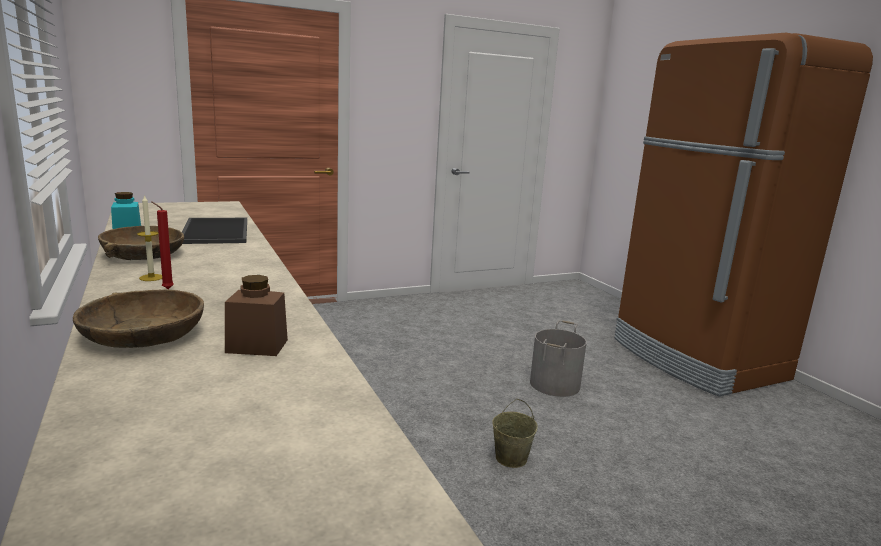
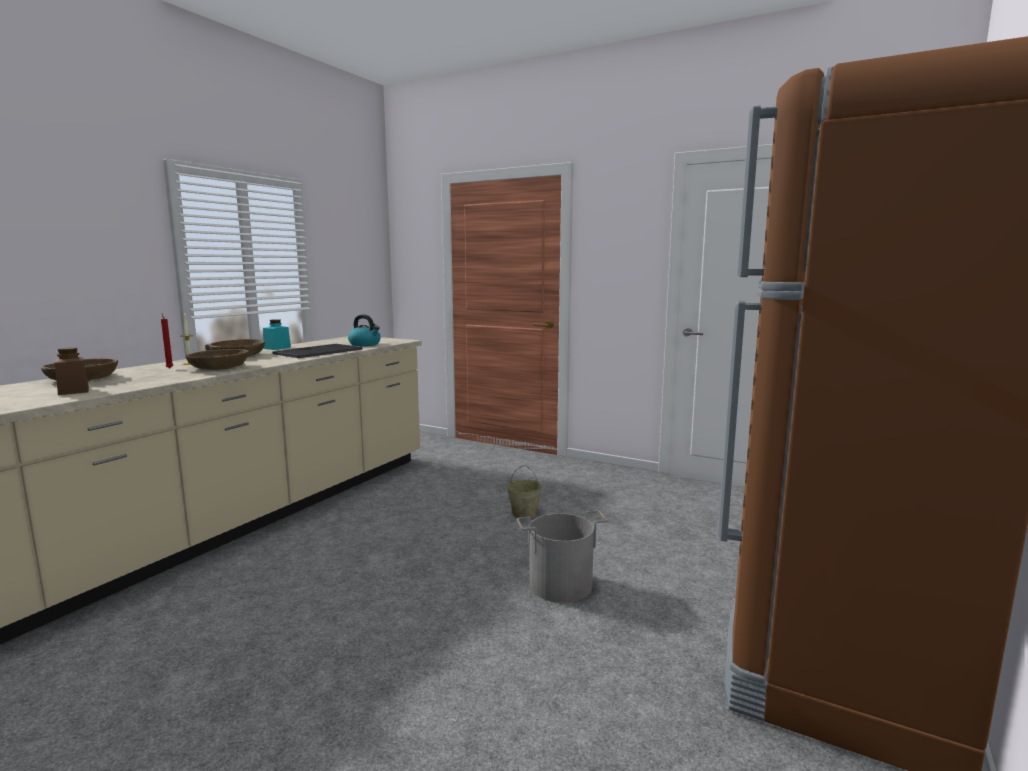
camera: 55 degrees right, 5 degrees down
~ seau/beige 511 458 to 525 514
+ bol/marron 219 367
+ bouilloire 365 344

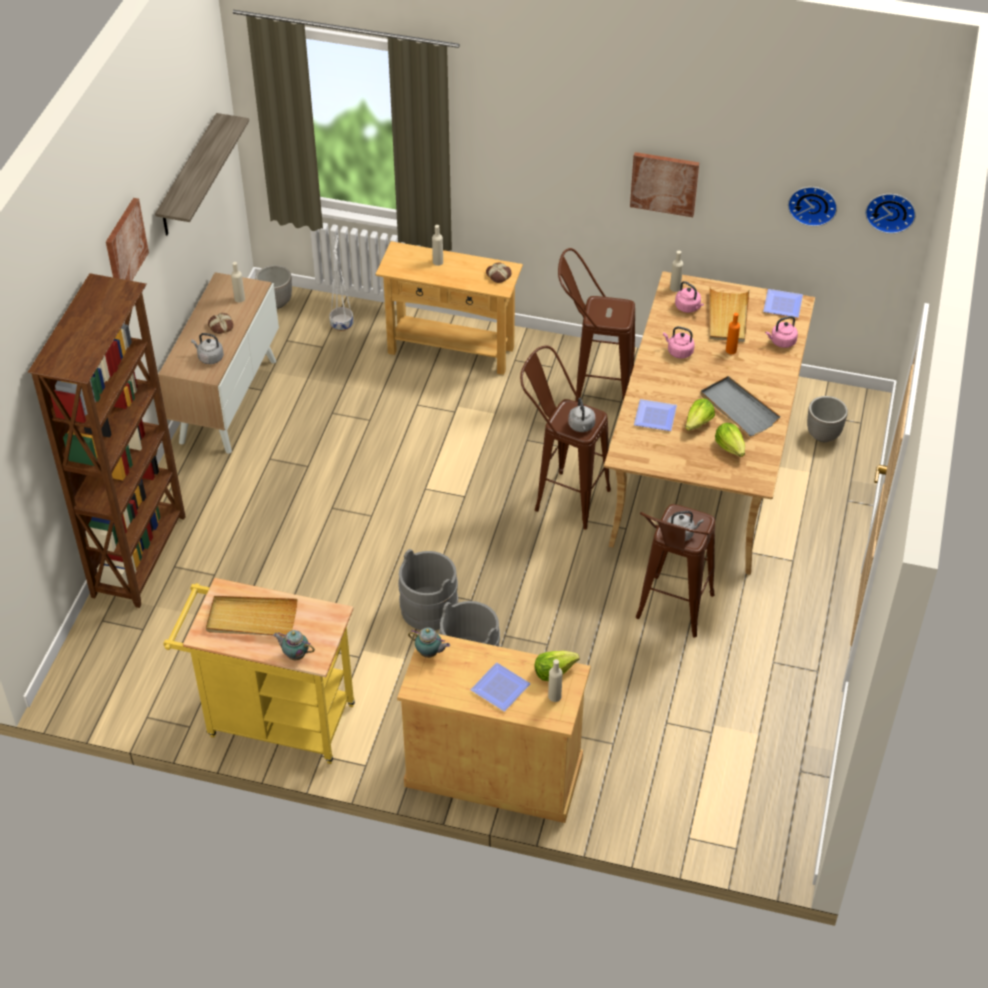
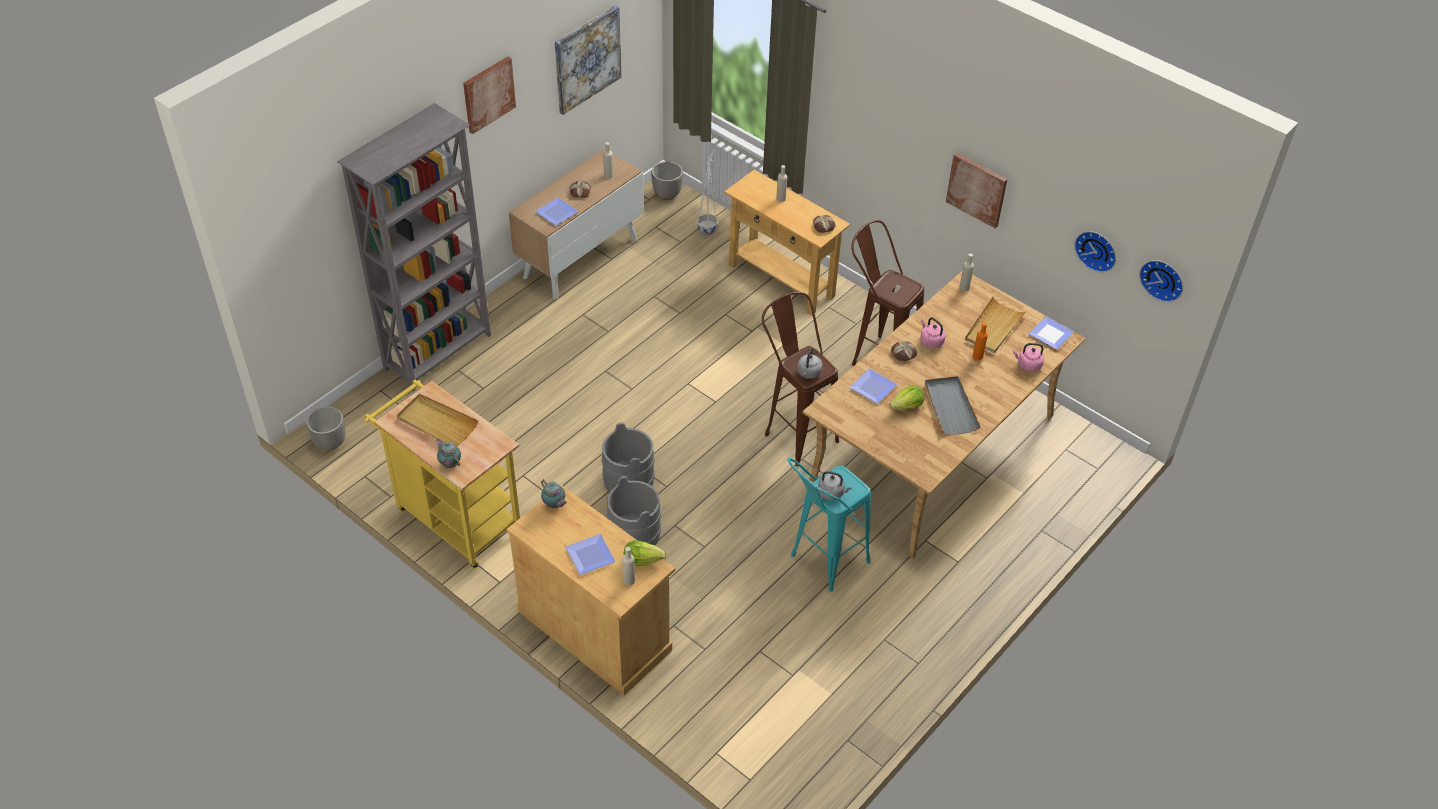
camera: 25 degrees right, 0 degrees up
~ bibliothèque/marron 141 555 to bibliothèque/gris 439 352
~ étagère 188 177 to tableau 587 59
~ bouilloire/gris 209 357 to assiette 555 213
~ tabouret/marron 670 616 to tabouret/turquoise 821 565
- bouilloire/rose 688 307
- laitue 730 447
~ cache-pot 823 435 to 330 443
+ pain 903 354

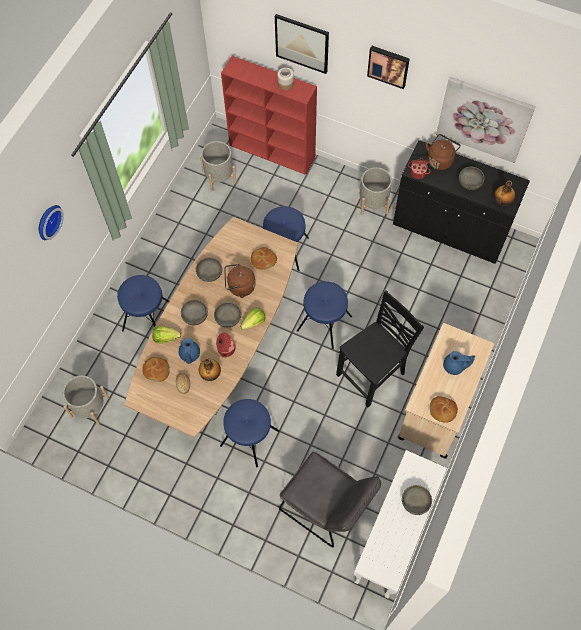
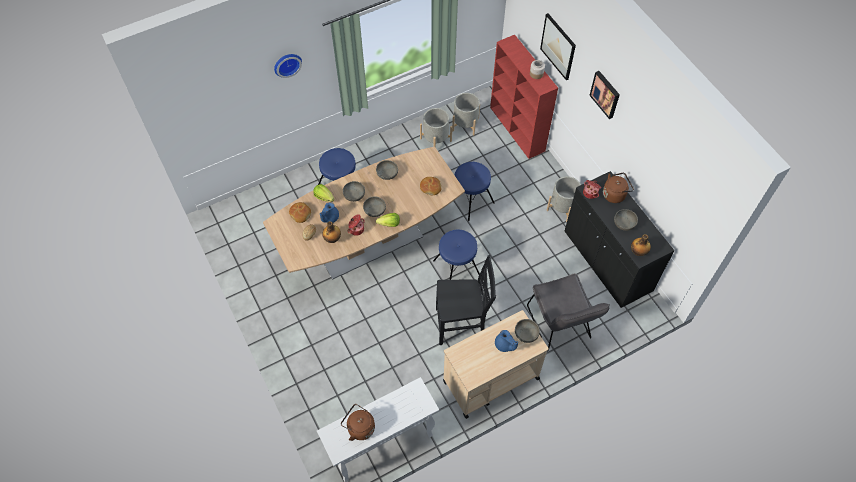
camera: 35 degrees right, 5 degrees down
~ cache-pot/gris 90 407 to 435 139
- tabouret/bleu 250 438
~ bouilloire/marron 239 287 to 359 427
~ chaise/gris 327 509 to 560 326
~ bol/gris 415 502 to 526 334
- pain 442 411
- tableau 484 119

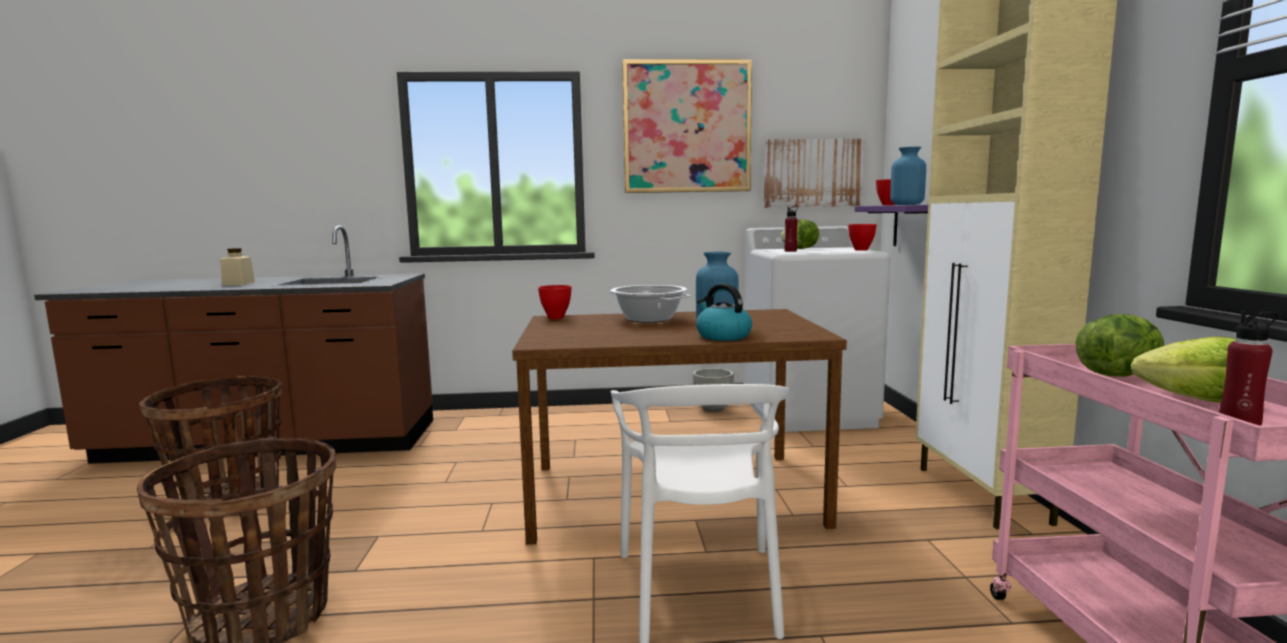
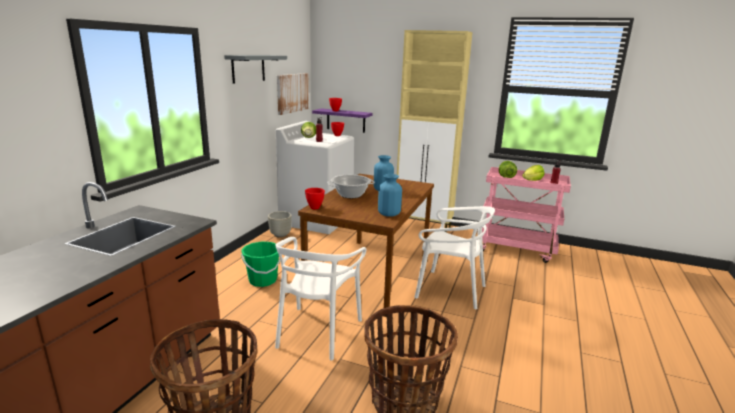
camera: 65 degrees left, 10 degrees up
- bocal/beige 238 283
~ tableau 687 127 to étagère/gris 248 68
- bouilloire 722 336
~ vase/bleu 906 204 to 389 214
+ seau/vert 263 280
+ chaise/blanc 317 332

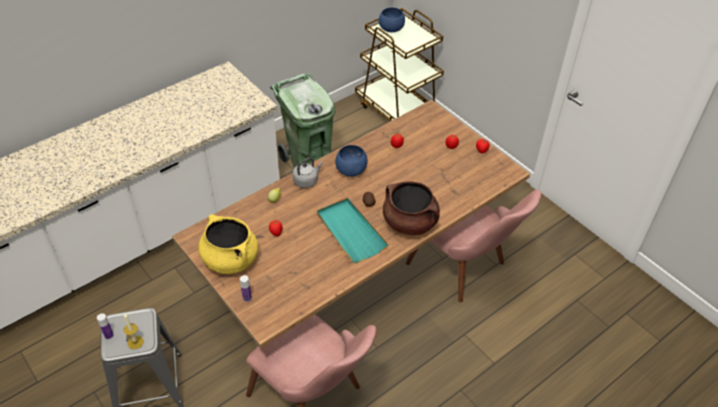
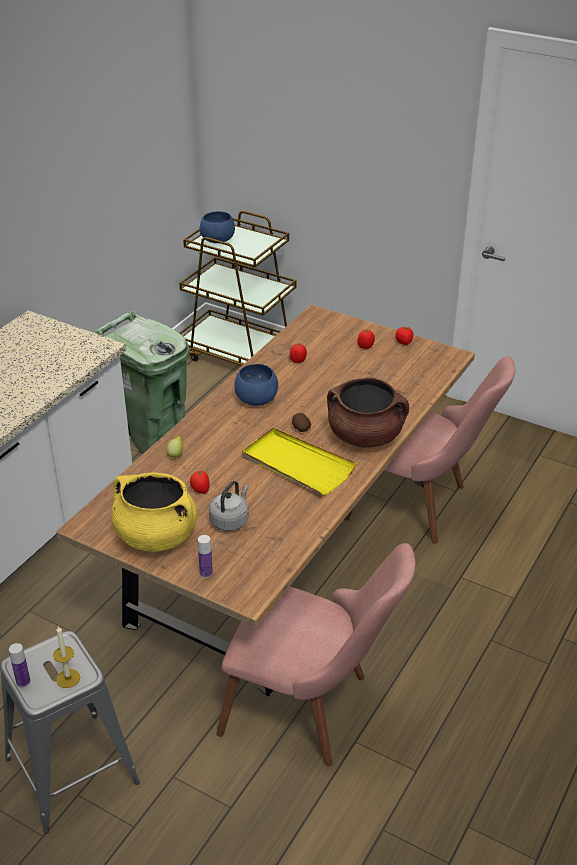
camera: 20 degrees left, 10 degrees down
~ bouilloire/gris 307 180 to 230 520
~ plateau/turquoise 350 231 to plateau/jaune 297 465

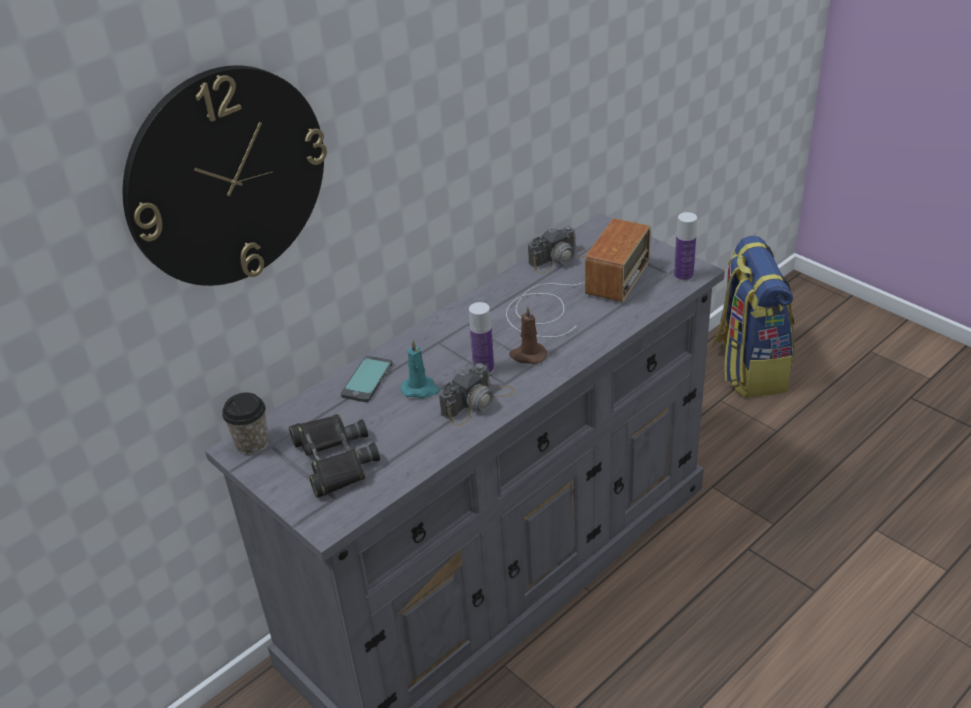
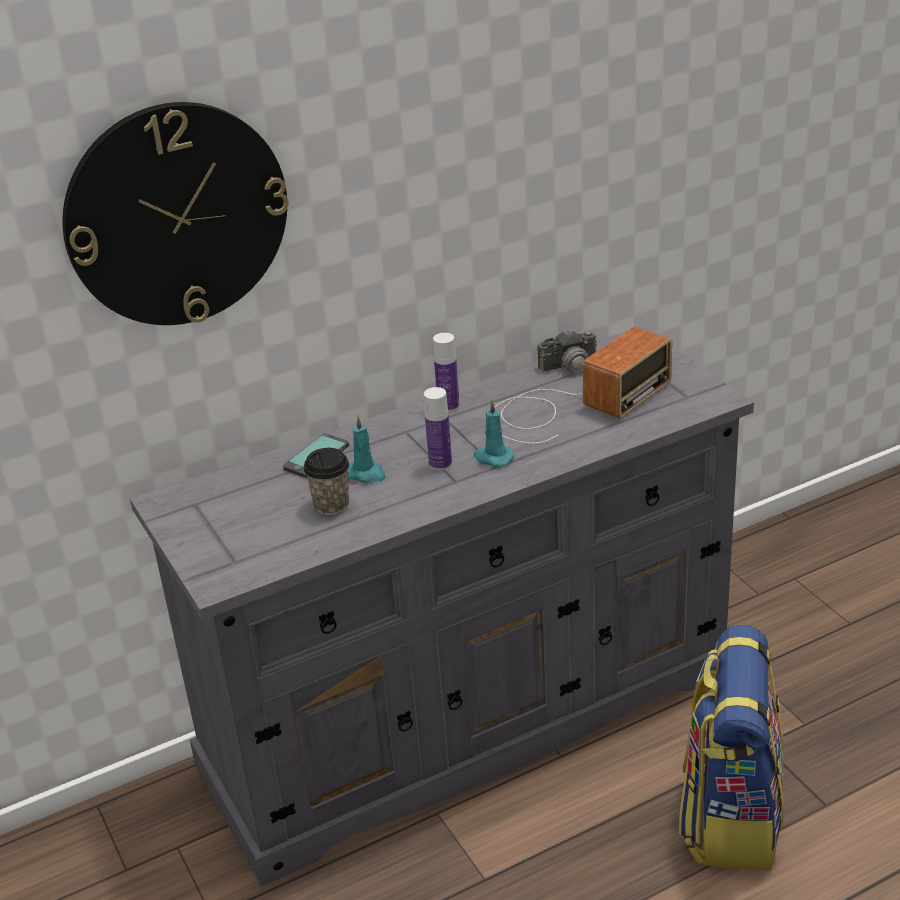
camera: 15 degrees right, 5 degrees down
~ tasse 252 444 to 331 505
- jumelles/noir 334 460
- appareil photo 477 402
~ bougie/marron 528 355 to bougie/turquoise 493 457
~ bouteille 683 276 to 448 406
~ sac à dos 749 367 to 729 816

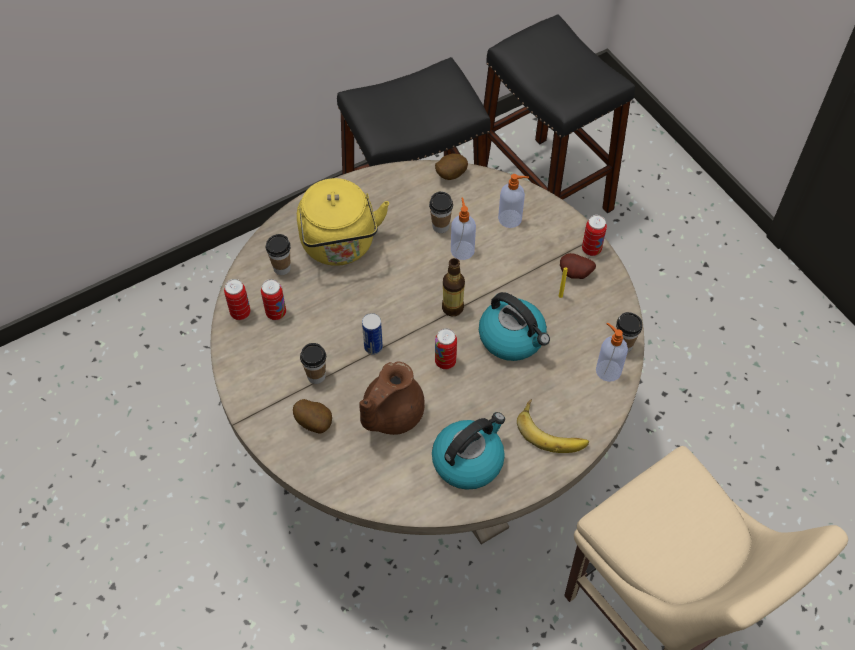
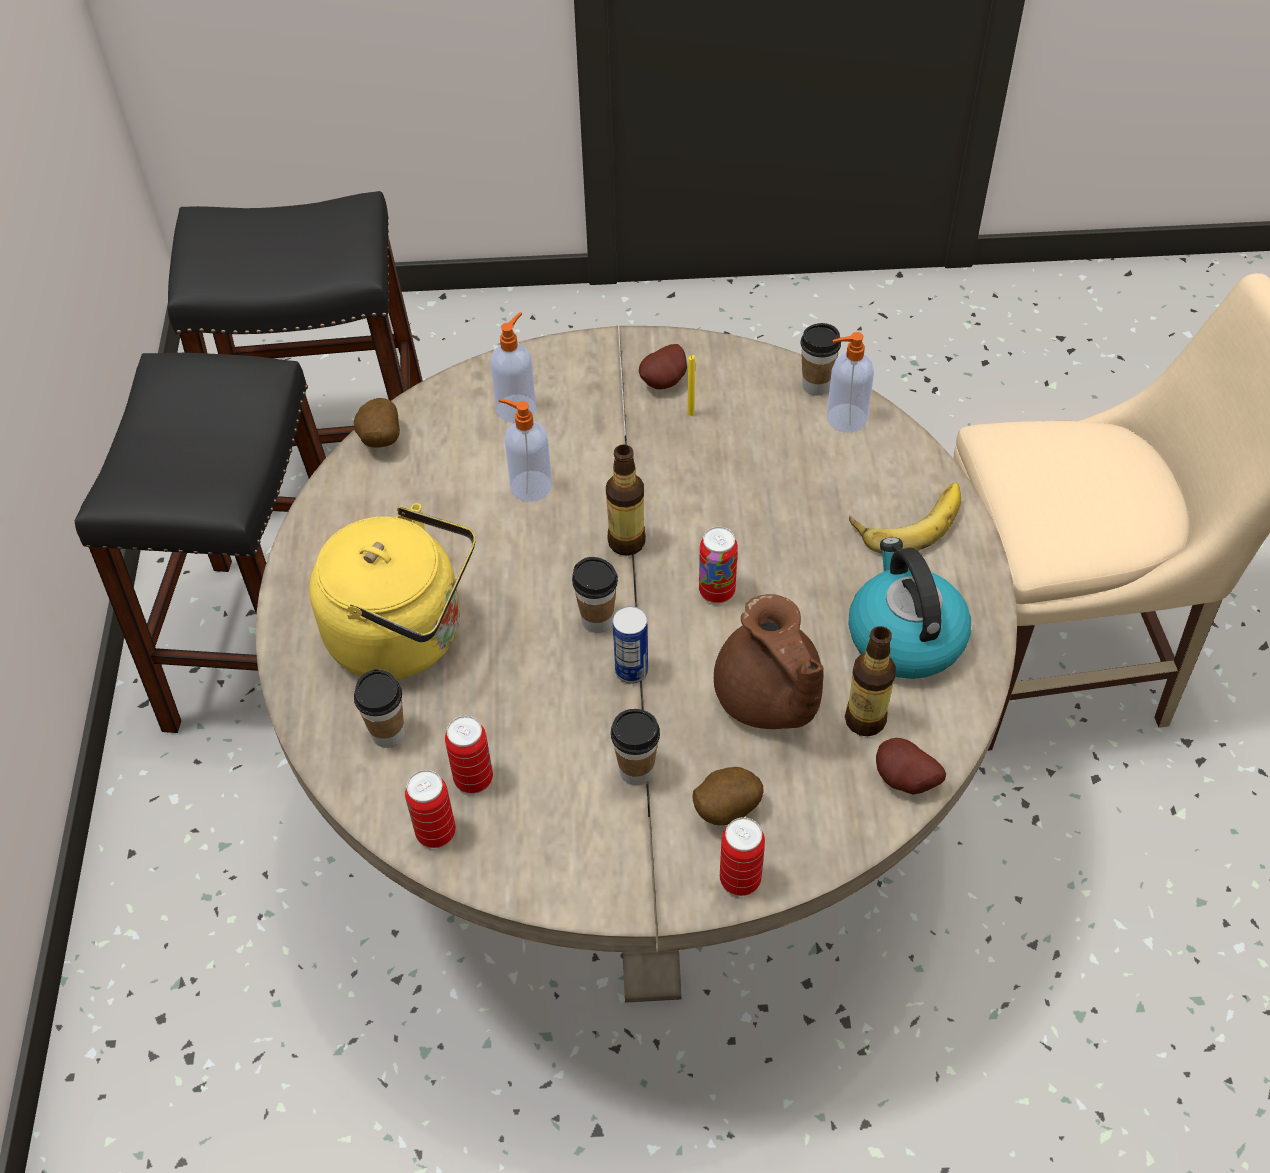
camera: 60 degrees left, 5 degrees down
~ tasse 440 226 to 597 620
- bouilloire 513 338
~ boîte métallique 591 249 to 740 879
+ bouteille 865 720
+ pomme de terre 904 782

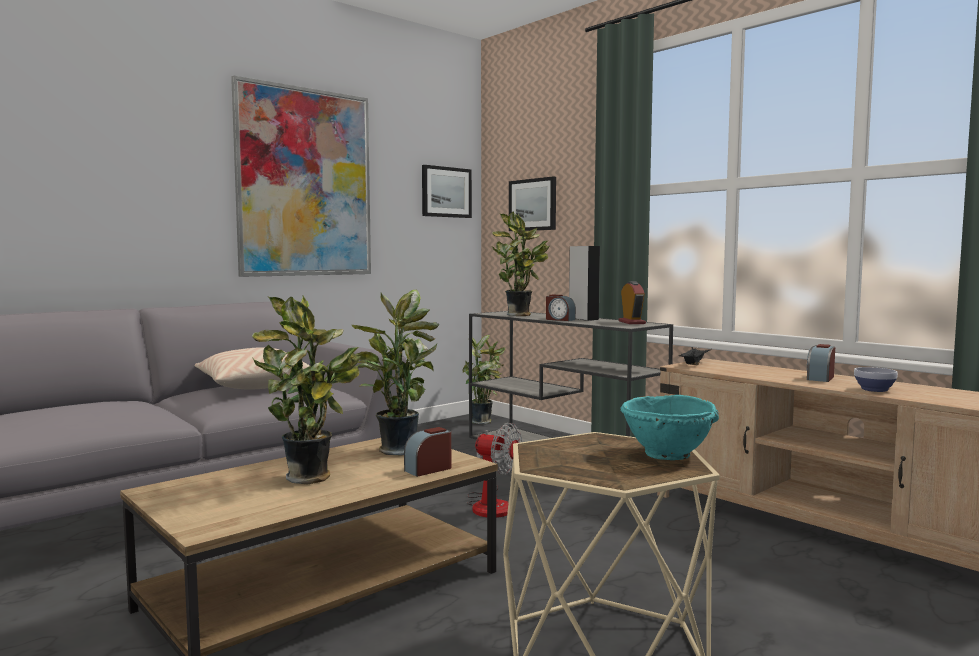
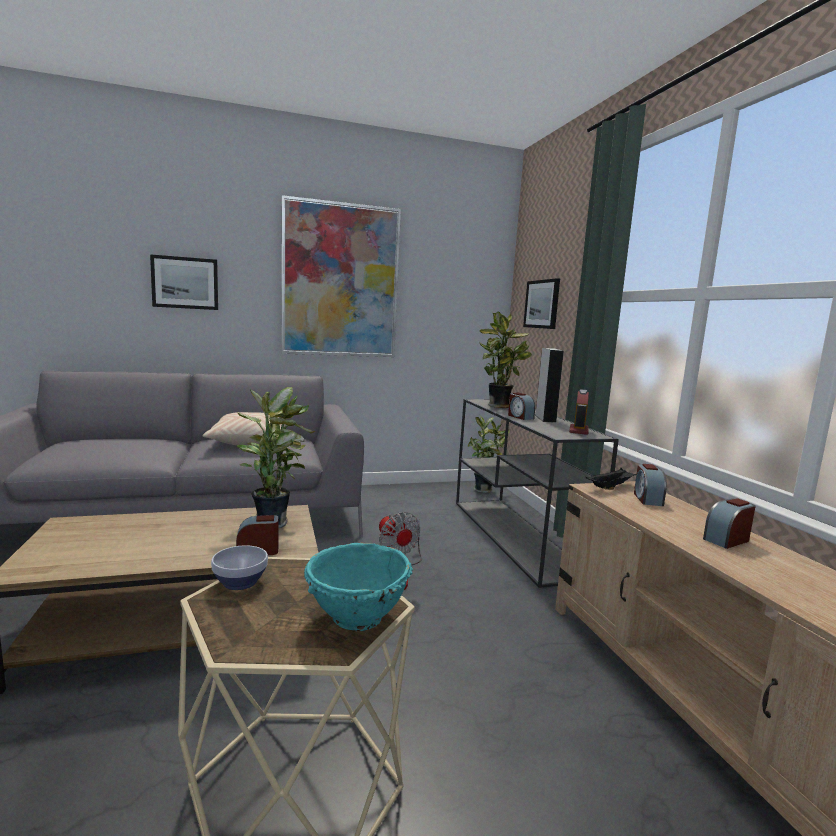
camera: 25 degrees right, 5 degrees up
- plante en pot 312 479
~ tableau 446 192 to 185 283
~ bol 874 390 to 238 582
+ réveil 647 499

